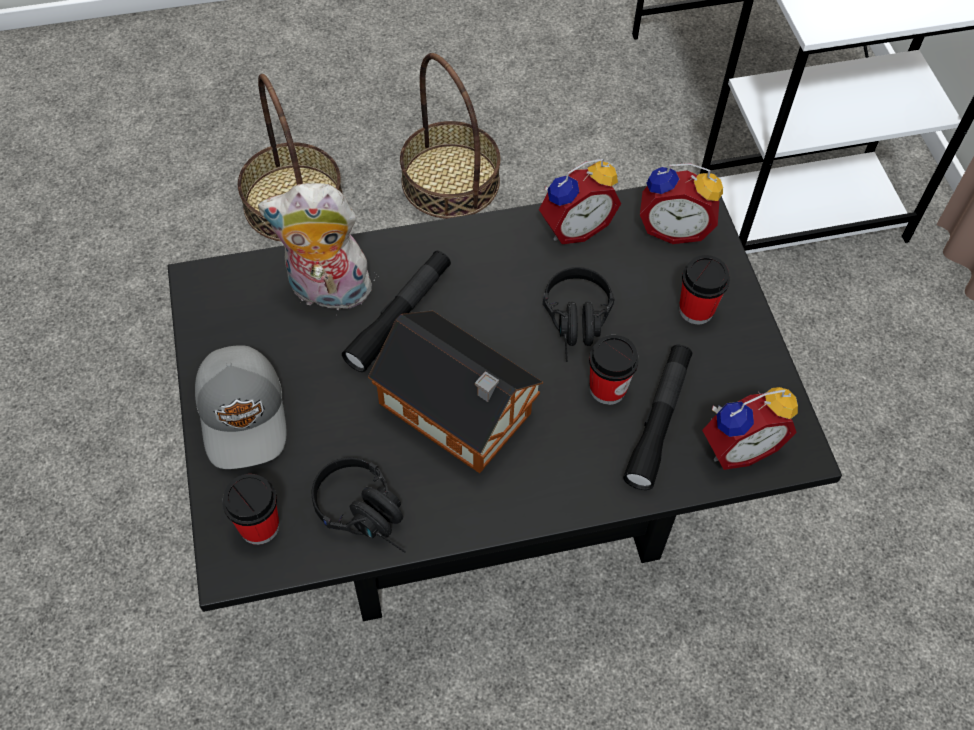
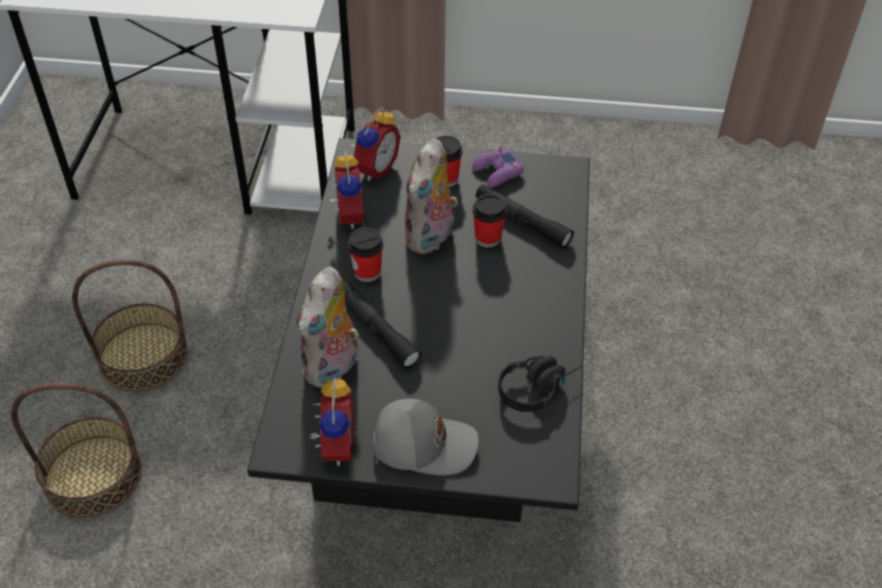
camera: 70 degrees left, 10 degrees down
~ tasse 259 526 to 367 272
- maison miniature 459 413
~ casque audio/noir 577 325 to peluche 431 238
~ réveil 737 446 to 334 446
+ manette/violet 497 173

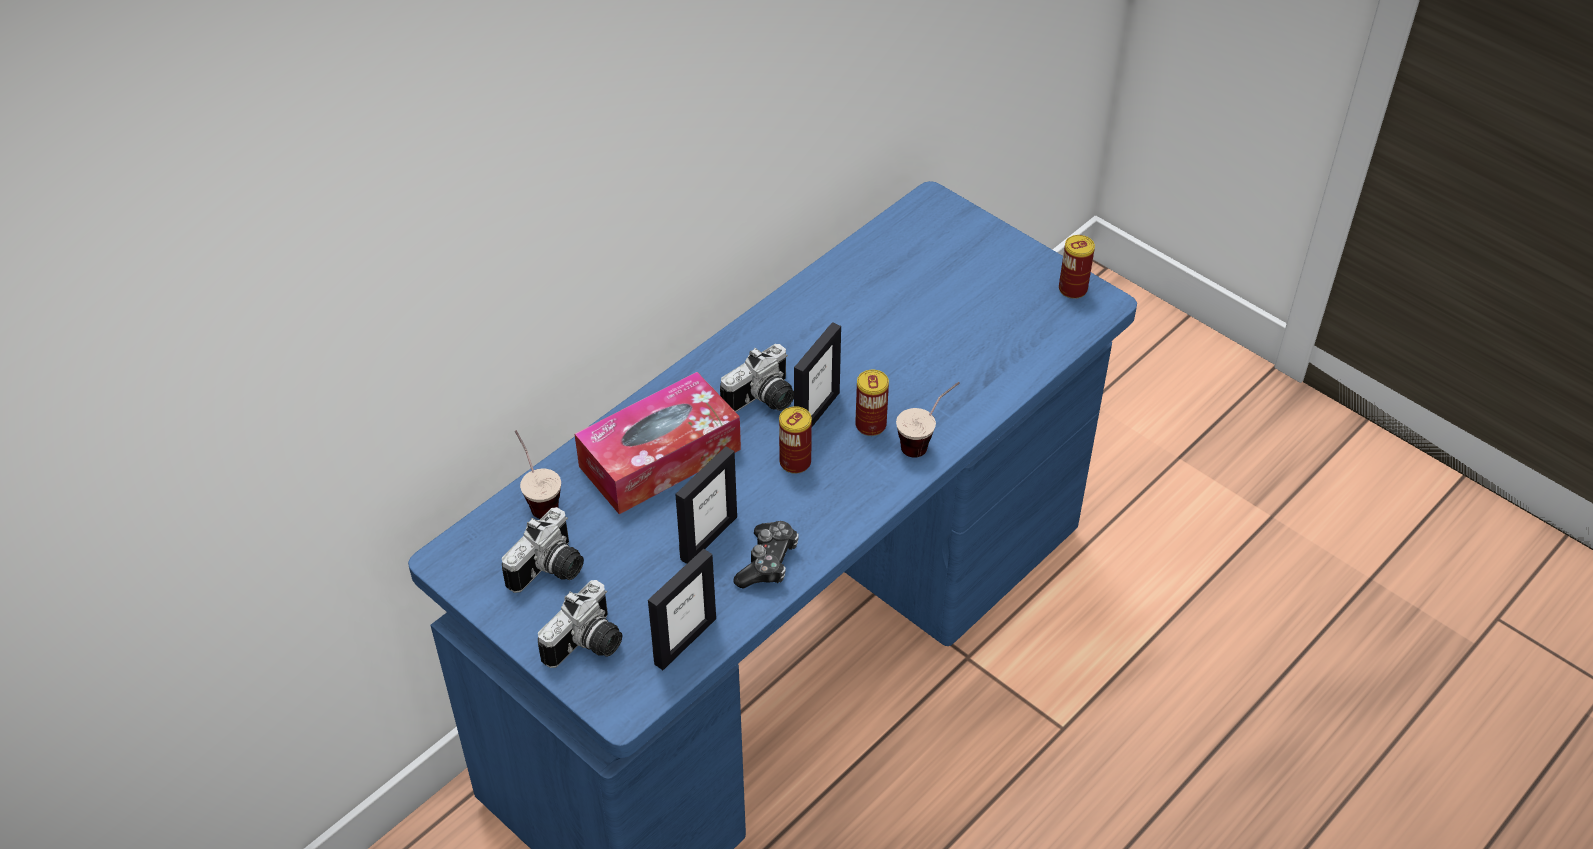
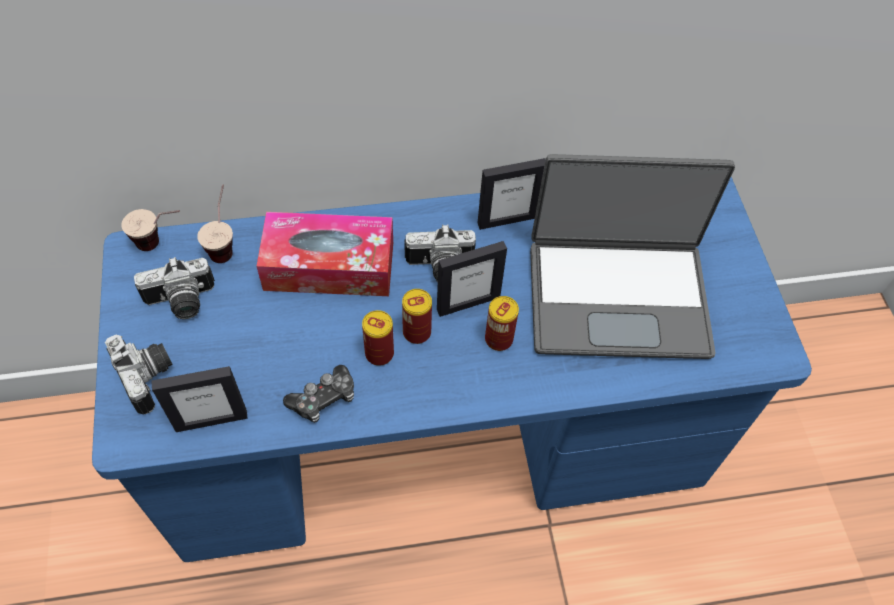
camera: 35 degrees right, 10 degrees up
~ appareil photo 588 645 = 149 376 105 degrees counterclockwise
~ cadre photo 708 538 to 507 220
~ tasse 926 441 to 161 243
~ boîte métallique 1072 289 to 379 353
+ ordinateur portable 617 296

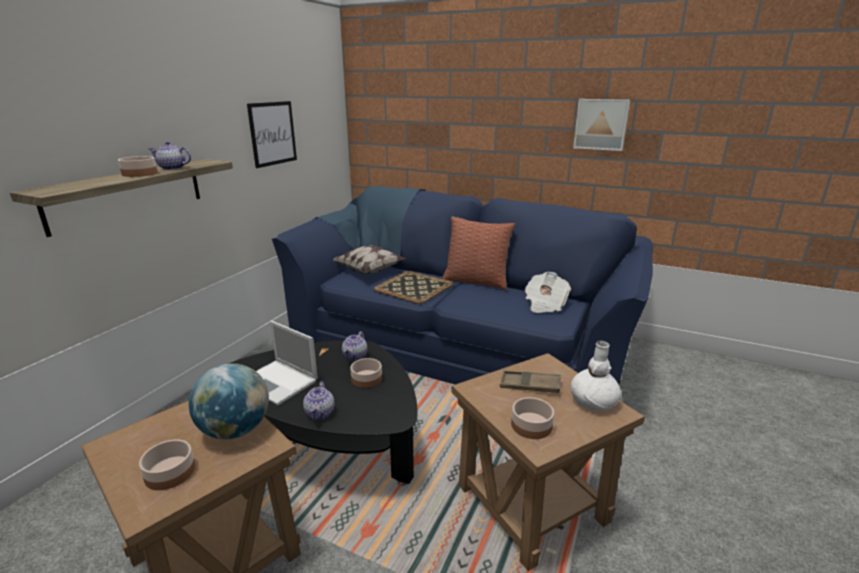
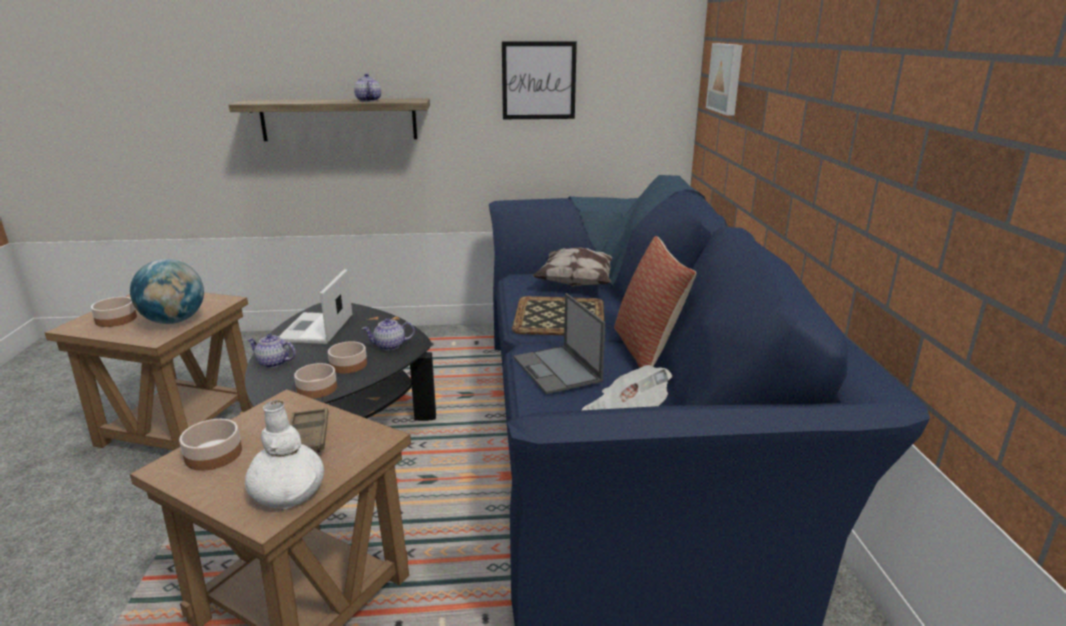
camera: 60 degrees right, 0 degrees up
~ bol 140 174 to 316 389
~ théière 320 413 = 273 363 45 degrees clockwise
~ tableau 601 124 to 726 78
+ ordinateur portable 557 370

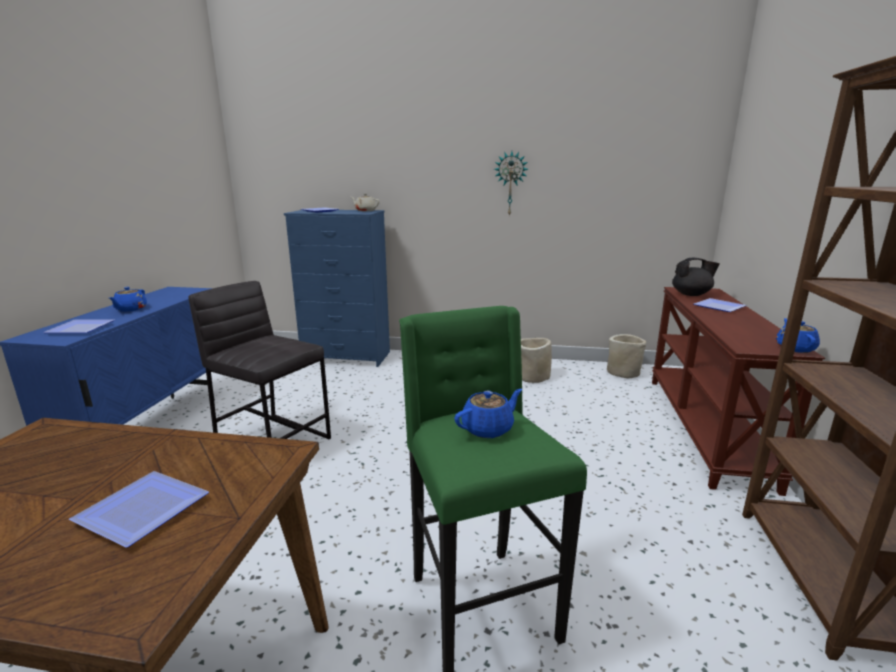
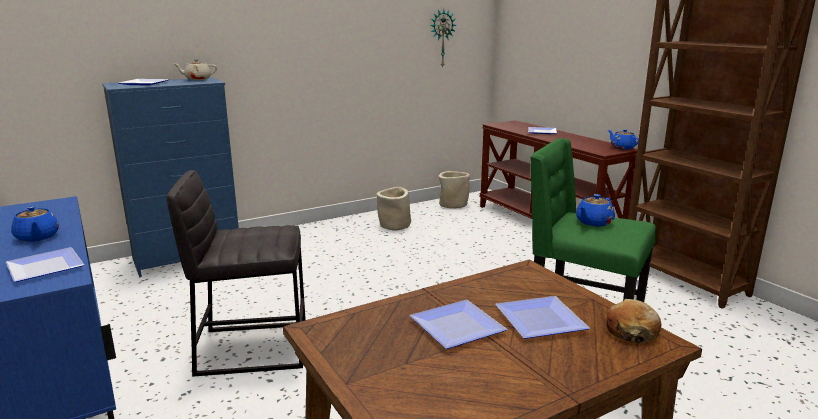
camera: 40 degrees left, 0 degrees up
~ théière/bleu 488 429 = 593 222 150 degrees counterclockwise
~ horloge murale 510 183 to 441 38
- théière/noir 691 294
+ assiette 457 325
+ pain 631 331

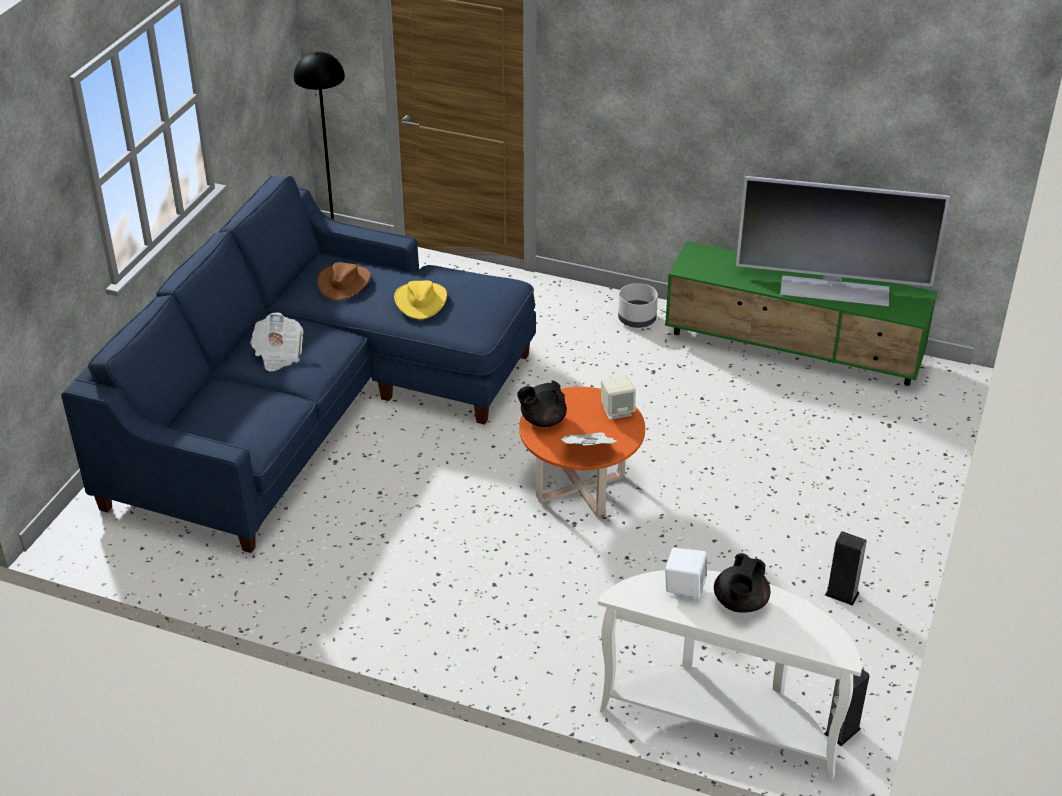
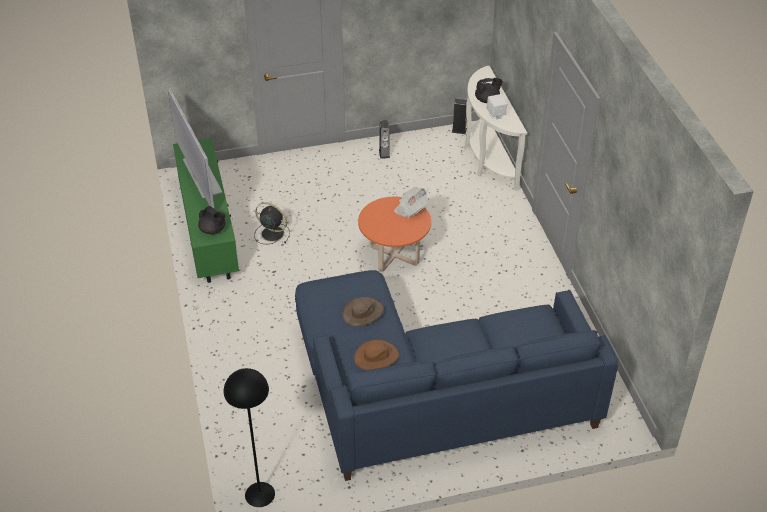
camera: 125 degrees left, 5 degrees up
- journal 278 354
~ chapeau/jaune 420 301 to chapeau/marron 363 313
~ théière/noir 542 420 to 213 230
- enceinte/beige 617 411
- cache-pot/gris 636 319
+ ventilateur/noir 271 233

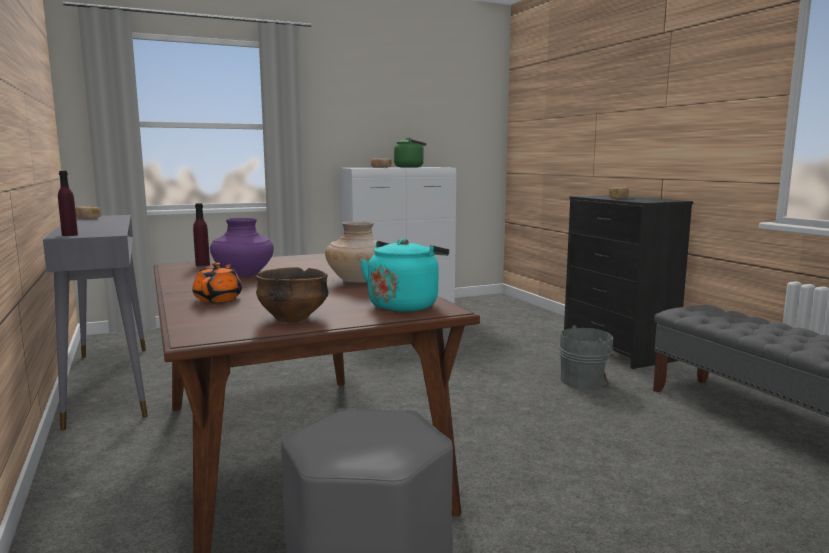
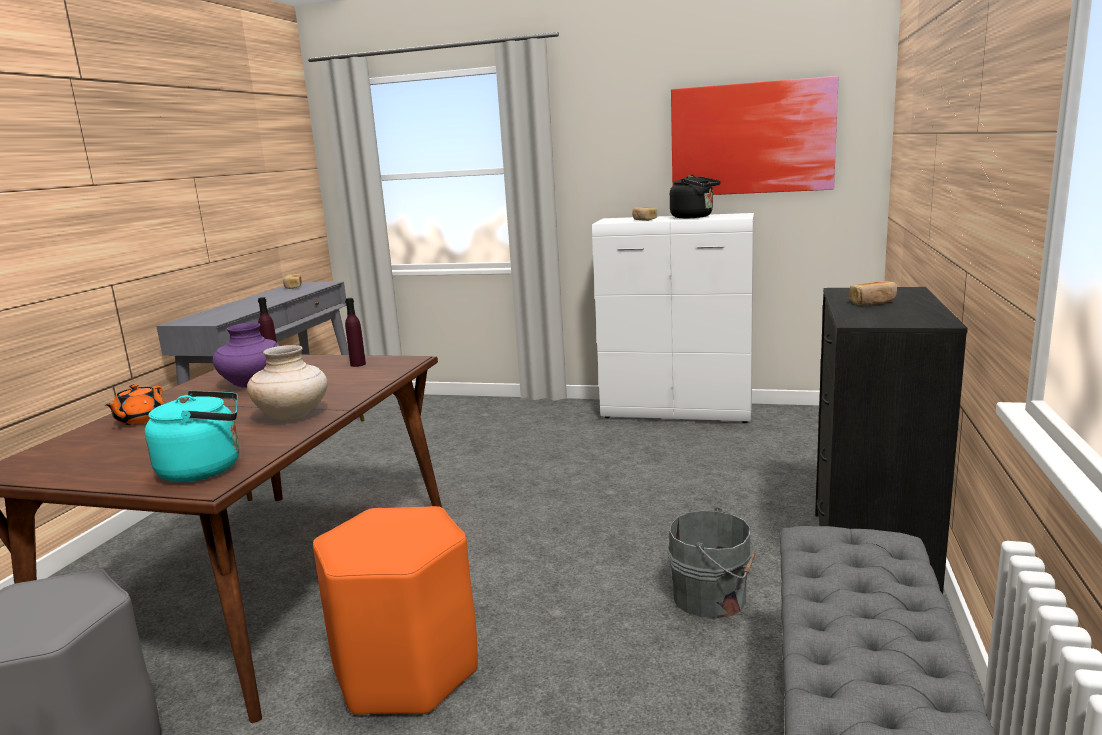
camera: 40 degrees right, 5 degrees up
~ bouteille/violet 69 235 to 358 364
~ théière/orange 218 298 = 140 420 150 degrees clockwise
- bol 293 318
~ bouilloire/vert 411 167 to bouilloire/noir 694 217
+ tabouret/orange 406 672
+ tableau 751 139

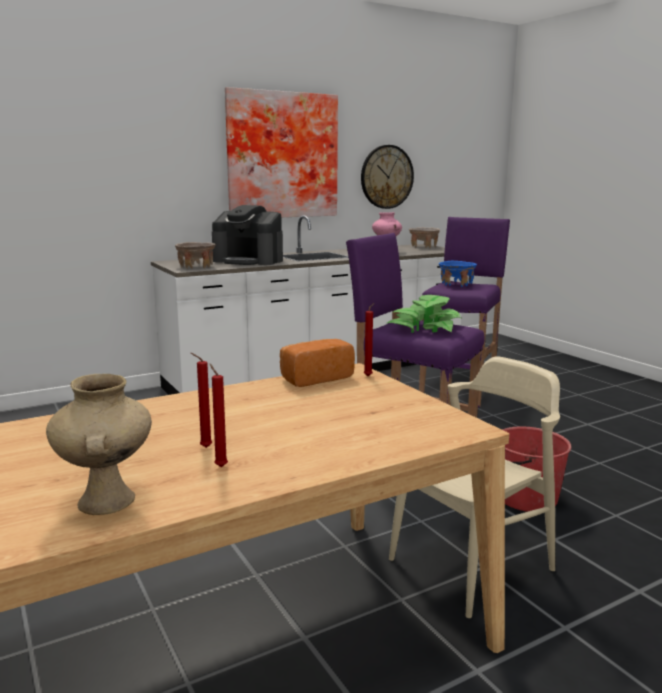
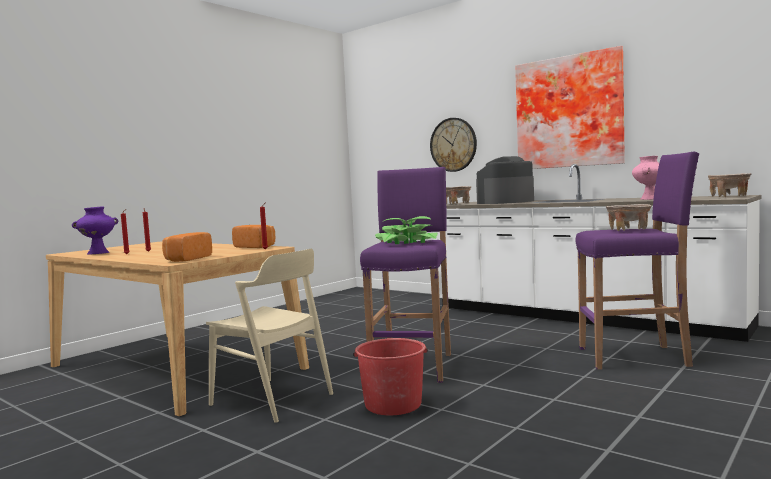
camera: 70 degrees right, 10 degrees down
~ vase/beige 108 501 to vase/violet 98 253
~ machine à café 249 261 = 505 202 60 degrees clockwise
~ horloge murale 386 177 to 453 144
~ bol/bleu 456 284 to bol/beige 628 230
+ pain 186 259

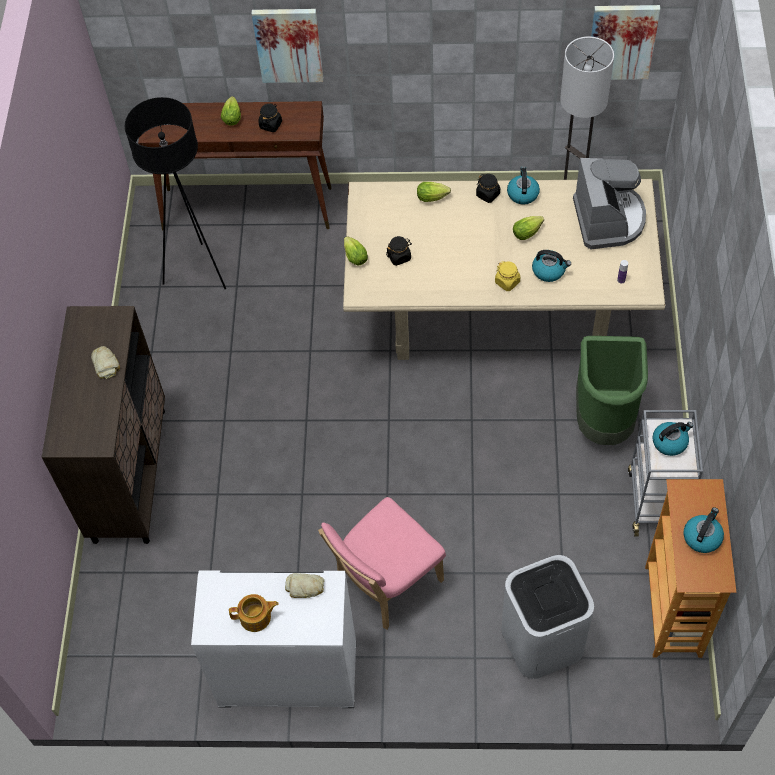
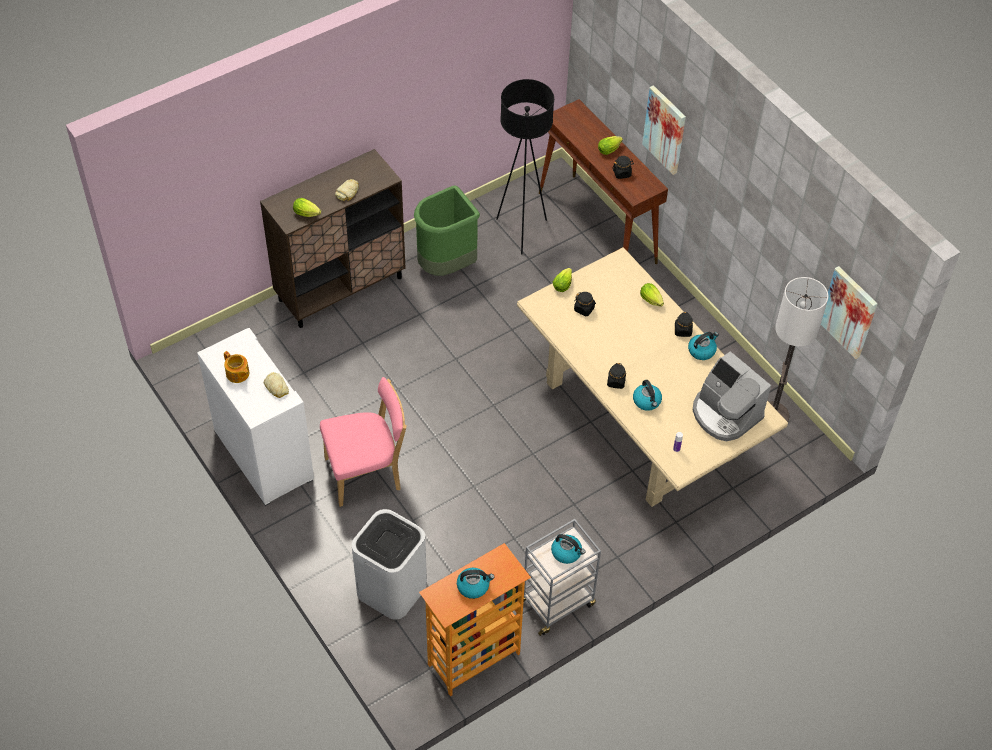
camera: 50 degrees right, 5 degrees down
~ chaise/rose 385 584 = 367 473 150 degrees clockwise
~ bocal/jaune 507 282 to bocal/noir 616 382
~ laitue 528 232 to 308 214
~ machine à café 608 219 = 725 414 90 degrees clockwise
~ poubelle/vert 604 422 to 446 265

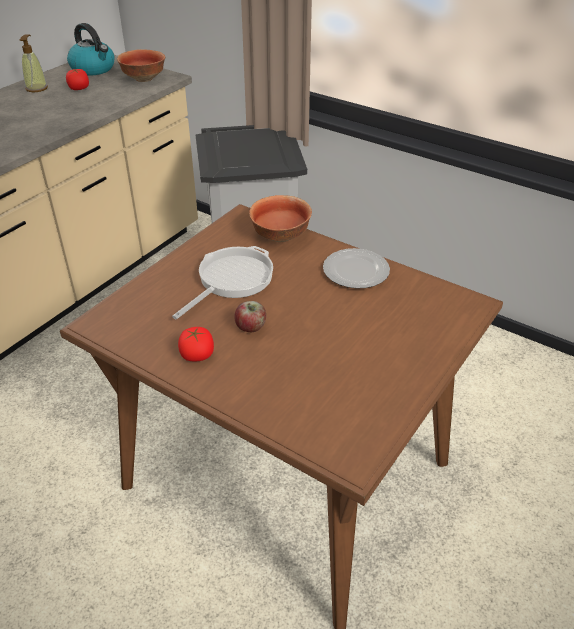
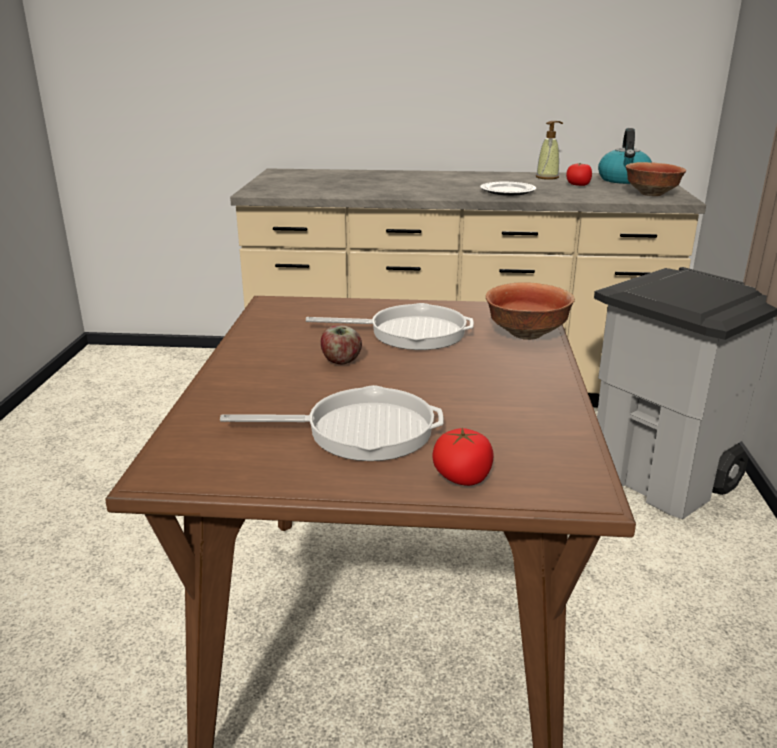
camera: 60 degrees right, 15 degrees down
~ tomate 197 355 to 462 477
~ assiette 356 271 to 508 191
+ poêle 360 431

